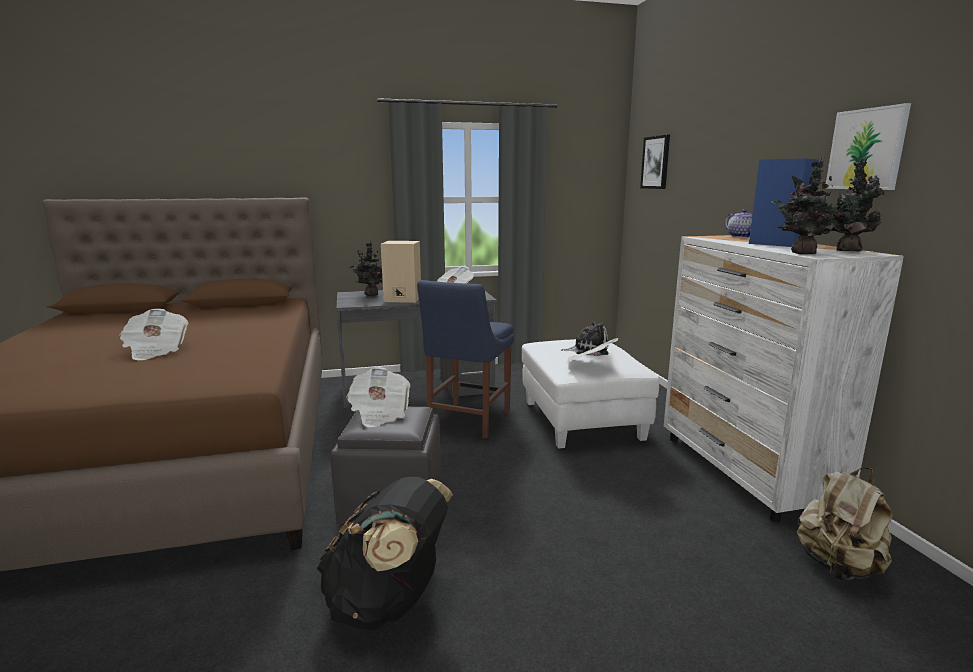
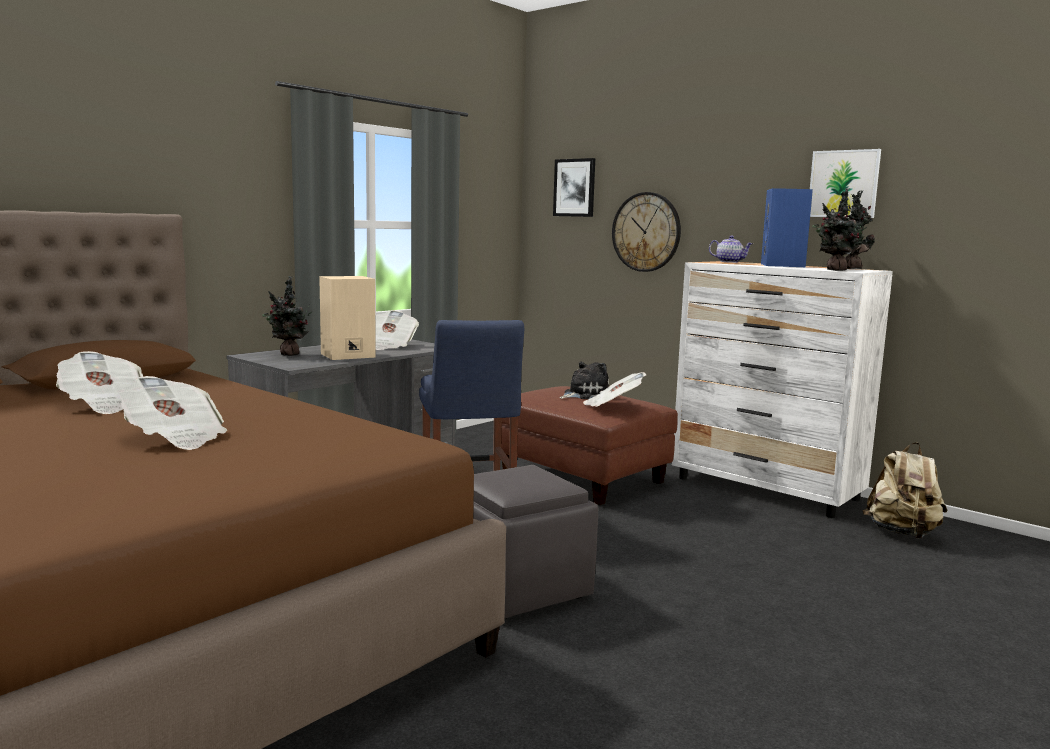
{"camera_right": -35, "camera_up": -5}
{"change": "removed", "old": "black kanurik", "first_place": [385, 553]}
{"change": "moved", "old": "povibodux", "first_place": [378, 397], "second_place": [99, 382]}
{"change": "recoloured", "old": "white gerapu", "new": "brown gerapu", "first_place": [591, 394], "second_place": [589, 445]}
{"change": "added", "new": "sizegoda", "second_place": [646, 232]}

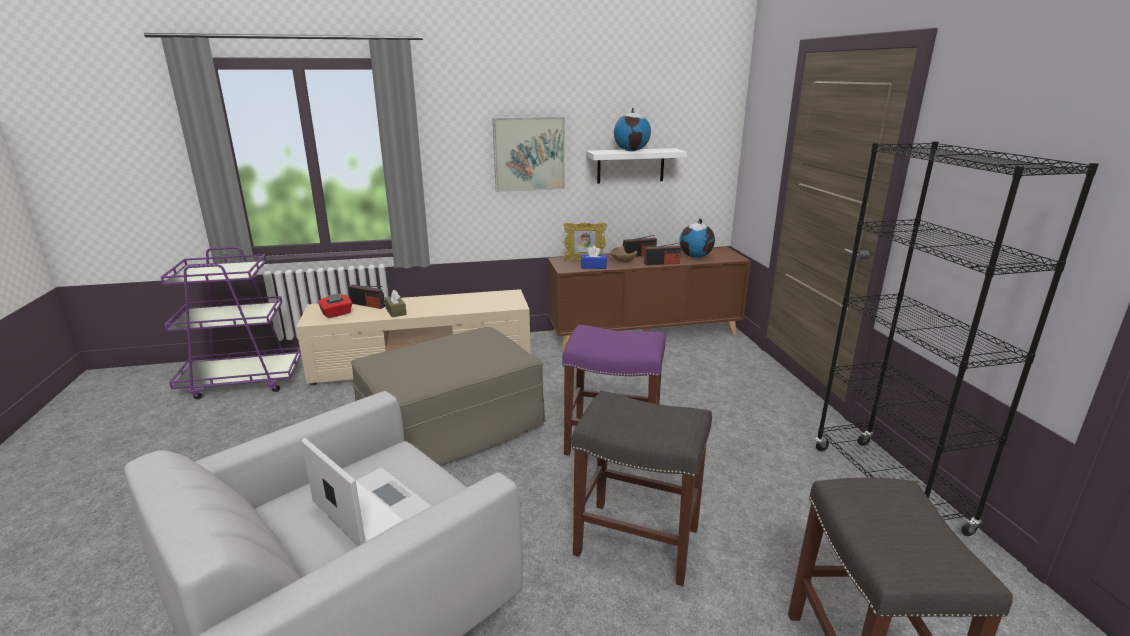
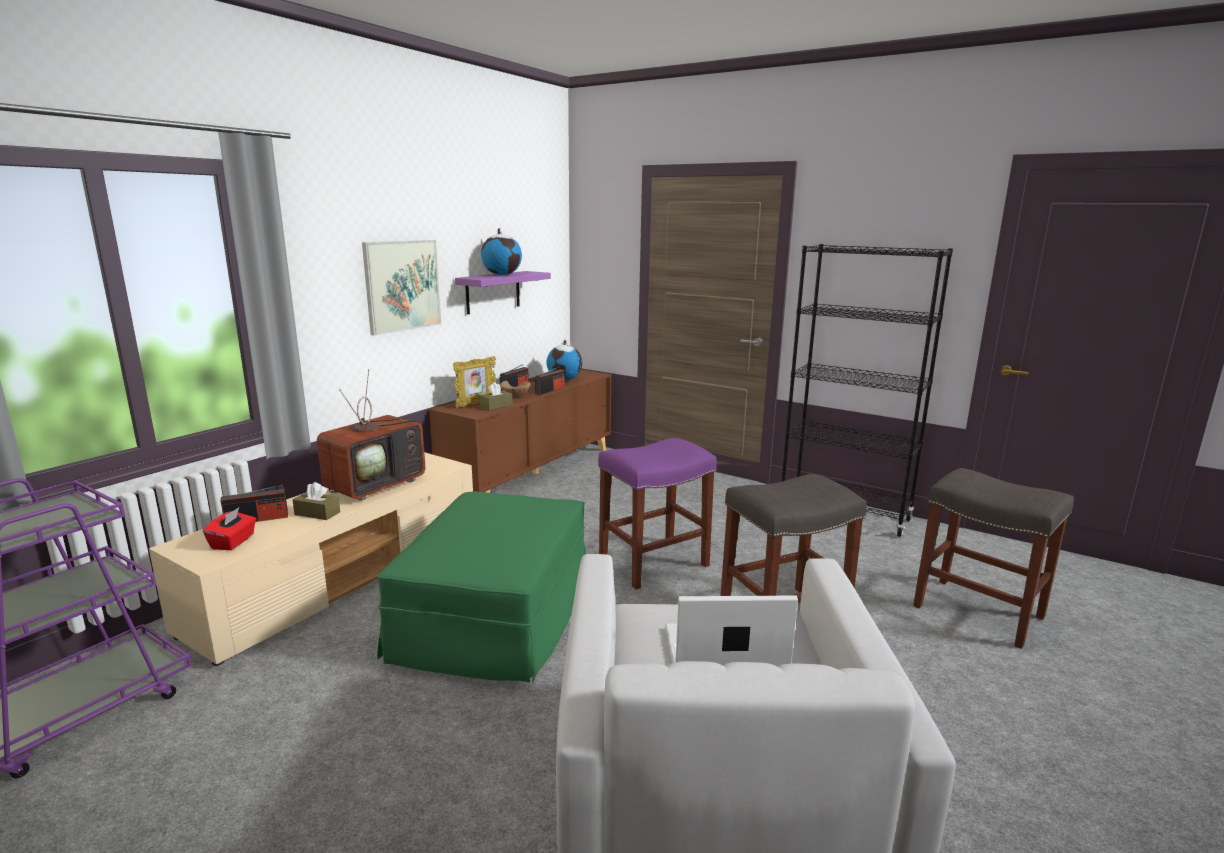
{"camera_right": -45, "camera_up": -5}
{"change": "recoloured", "old": "beige gerapu", "new": "green gerapu", "first_place": [448, 396], "second_place": [481, 586]}
{"change": "recoloured", "old": "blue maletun", "new": "brown maletun", "first_place": [594, 257], "second_place": [496, 396]}
{"change": "recoloured", "old": "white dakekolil", "new": "purple dakekolil", "first_place": [636, 166], "second_place": [503, 293]}
{"change": "added", "new": "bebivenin", "second_place": [371, 435]}

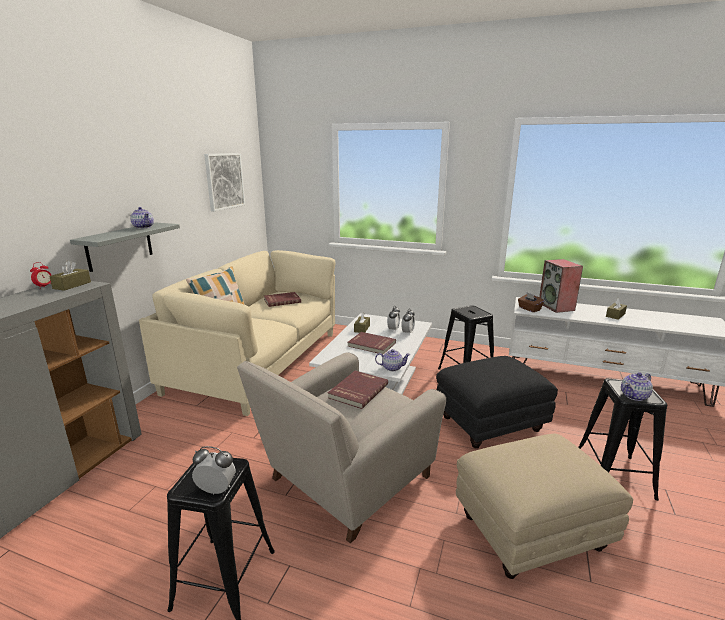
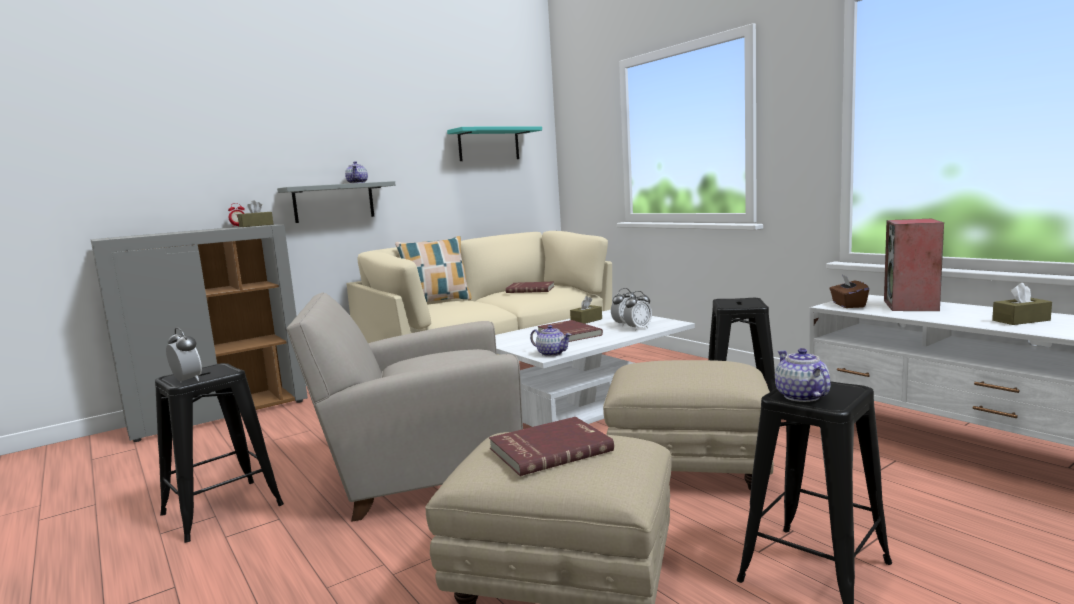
{"camera_right": 35, "camera_up": -10}
{"change": "replaced", "old": "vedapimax", "new": "turquoise dakekolil", "first_place": [224, 182], "second_place": [494, 143]}
{"change": "moved", "old": "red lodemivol", "first_place": [358, 390], "second_place": [551, 446]}
{"change": "recoloured", "old": "black gerapu", "new": "beige gerapu", "first_place": [497, 402], "second_place": [688, 425]}
{"change": "turned", "old": "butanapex", "first_place": [637, 386], "second_place": [802, 375], "degrees": 75}

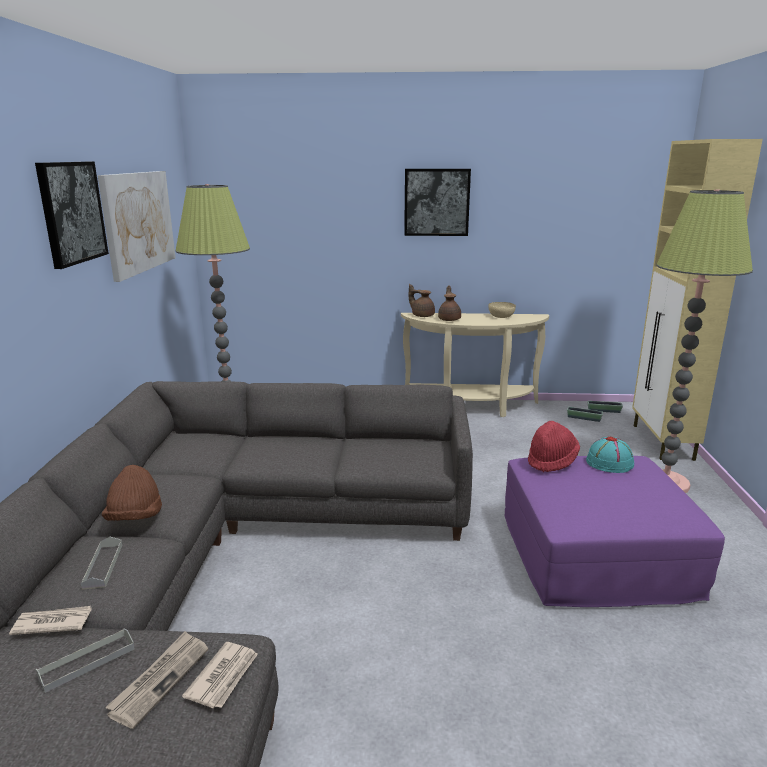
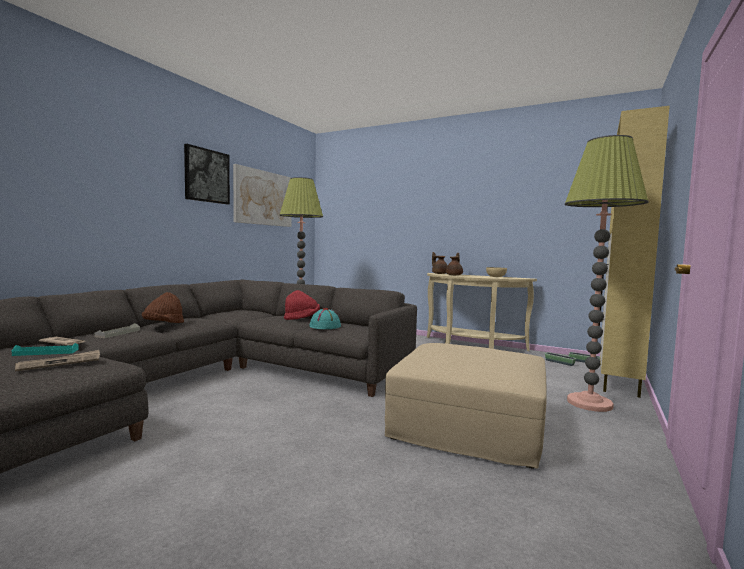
{"camera_right": 25, "camera_up": -15}
{"change": "recoloured", "old": "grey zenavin", "new": "turquoise zenavin", "first_place": [85, 660], "second_place": [45, 349]}
{"change": "removed", "old": "povibodux", "first_place": [220, 675]}
{"change": "removed", "old": "vedapimax", "first_place": [437, 202]}
{"change": "recoloured", "old": "purple gerapu", "new": "beige gerapu", "first_place": [614, 531], "second_place": [466, 406]}
{"change": "moved", "old": "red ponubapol", "first_place": [554, 446], "second_place": [302, 305]}
{"change": "moved", "old": "turquoise ponubapol", "first_place": [610, 454], "second_place": [325, 318]}

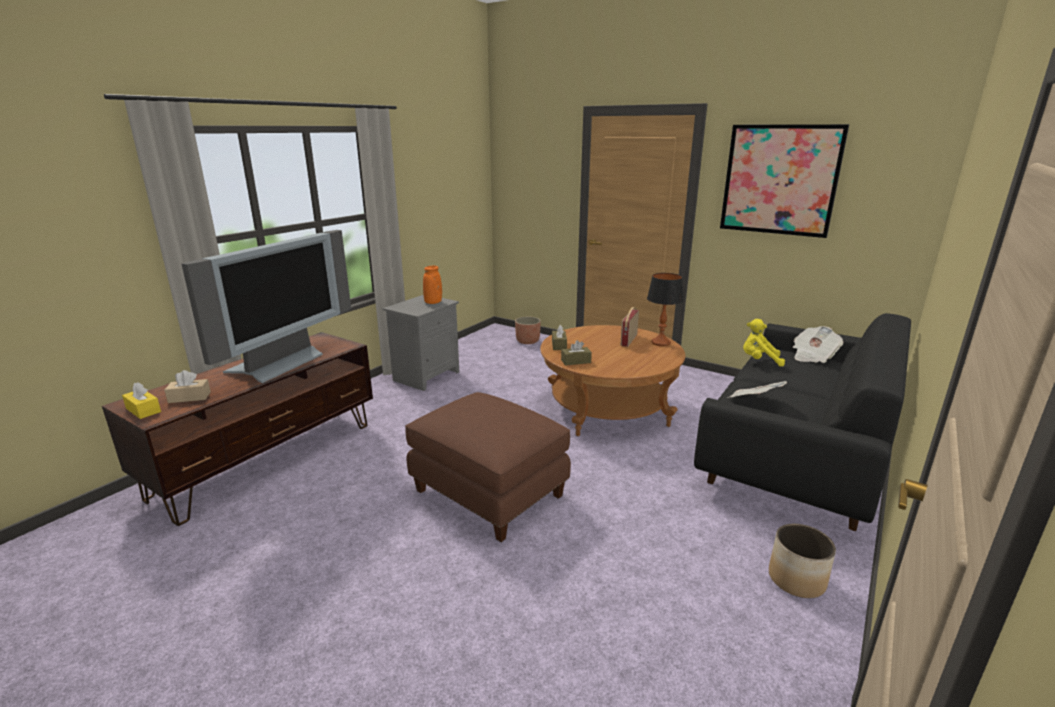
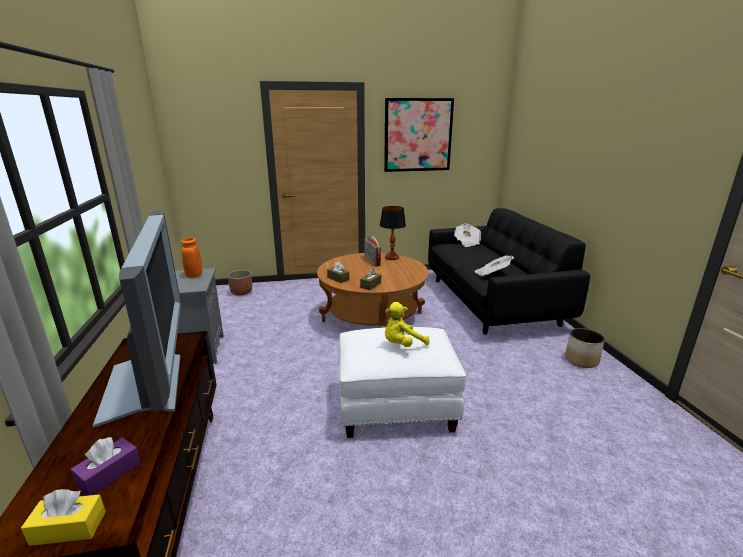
{"camera_right": -45, "camera_up": 0}
{"change": "recoloured", "old": "beige maletun", "new": "purple maletun", "first_place": [187, 386], "second_place": [105, 466]}
{"change": "recoloured", "old": "brown gerapu", "new": "white gerapu", "first_place": [488, 467], "second_place": [402, 382]}
{"change": "moved", "old": "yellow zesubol", "first_place": [764, 343], "second_place": [407, 324]}

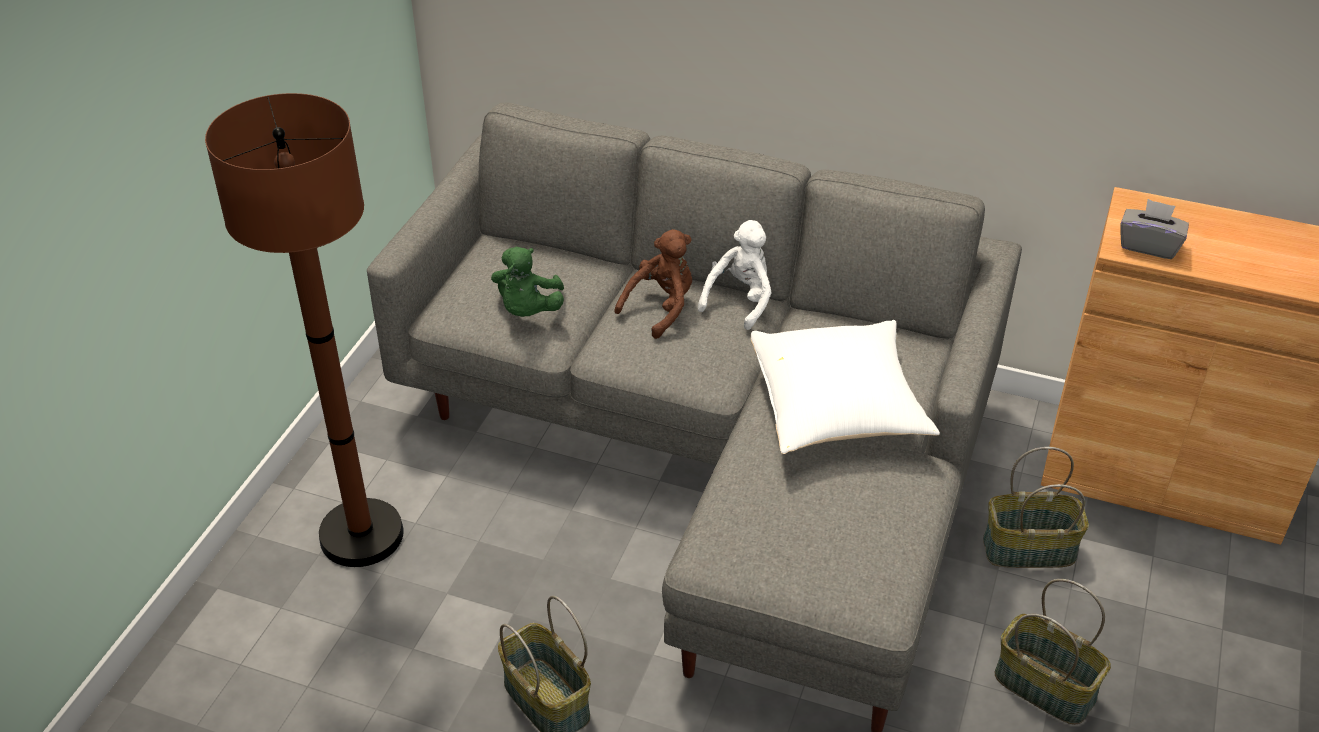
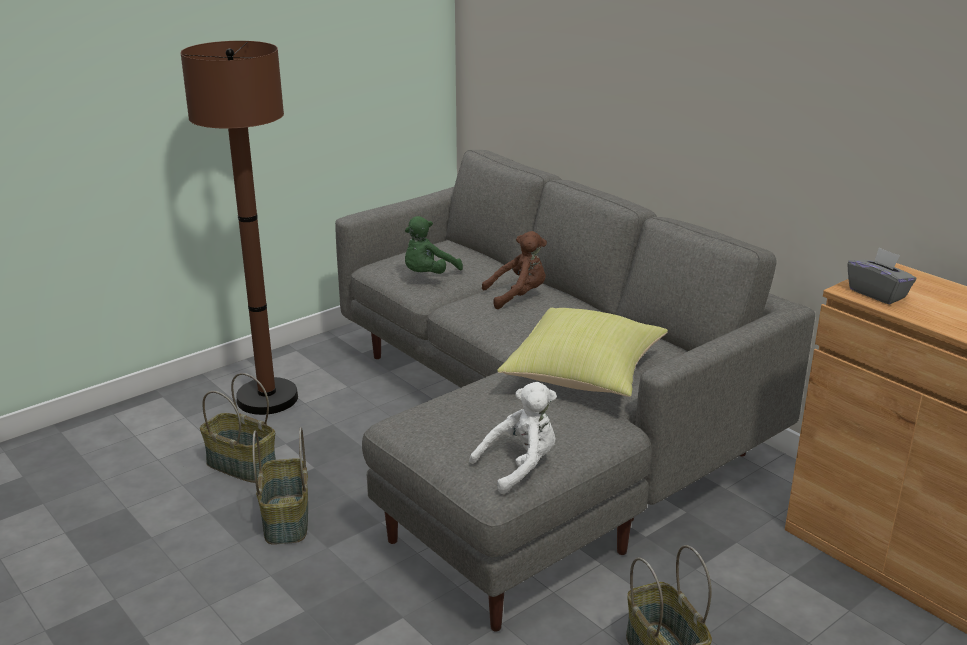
{"camera_right": 30, "camera_up": -15}
{"change": "moved", "old": "white zesubol", "first_place": [735, 275], "second_place": [513, 438]}
{"change": "recoloured", "old": "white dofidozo", "new": "yellow dofidozo", "first_place": [845, 387], "second_place": [582, 352]}
{"change": "moved", "old": "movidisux", "first_place": [1036, 507], "second_place": [238, 428]}

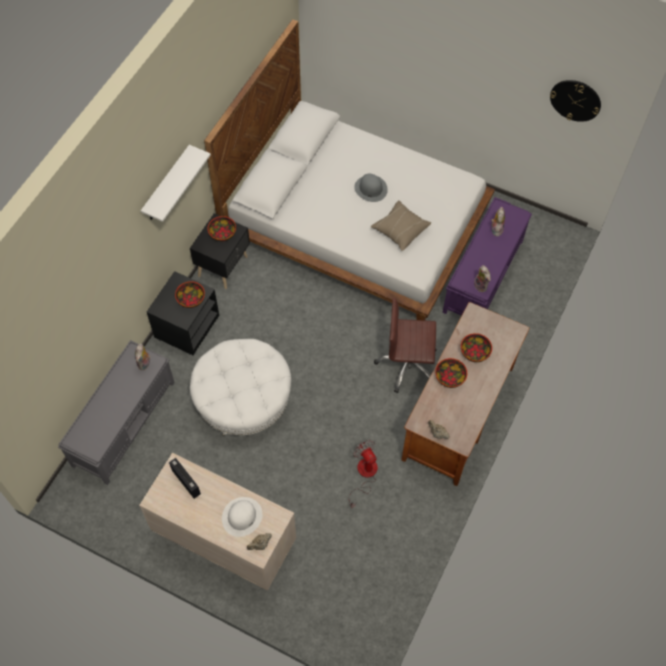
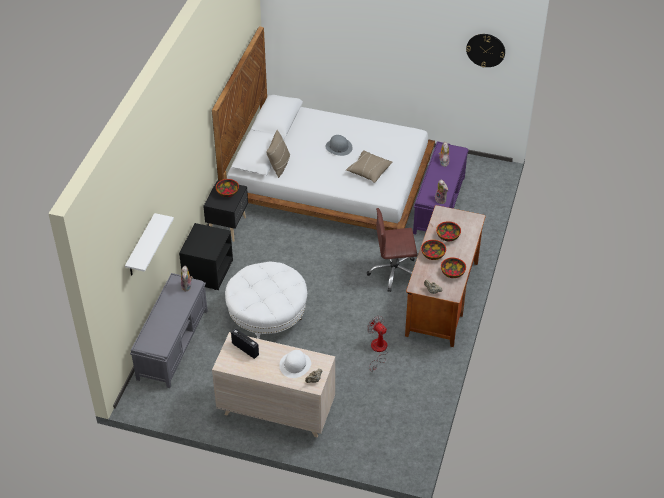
{"camera_right": -10, "camera_up": -15}
{"change": "moved", "old": "white dakekolil", "first_place": [176, 183], "second_place": [149, 244]}
{"change": "moved", "old": "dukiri", "first_place": [190, 294], "second_place": [453, 267]}
{"change": "added", "new": "beige dofidozo", "second_place": [278, 154]}

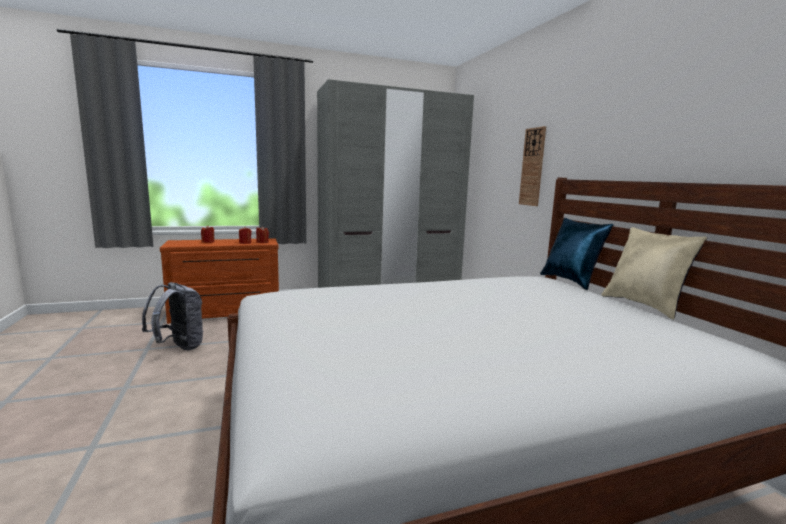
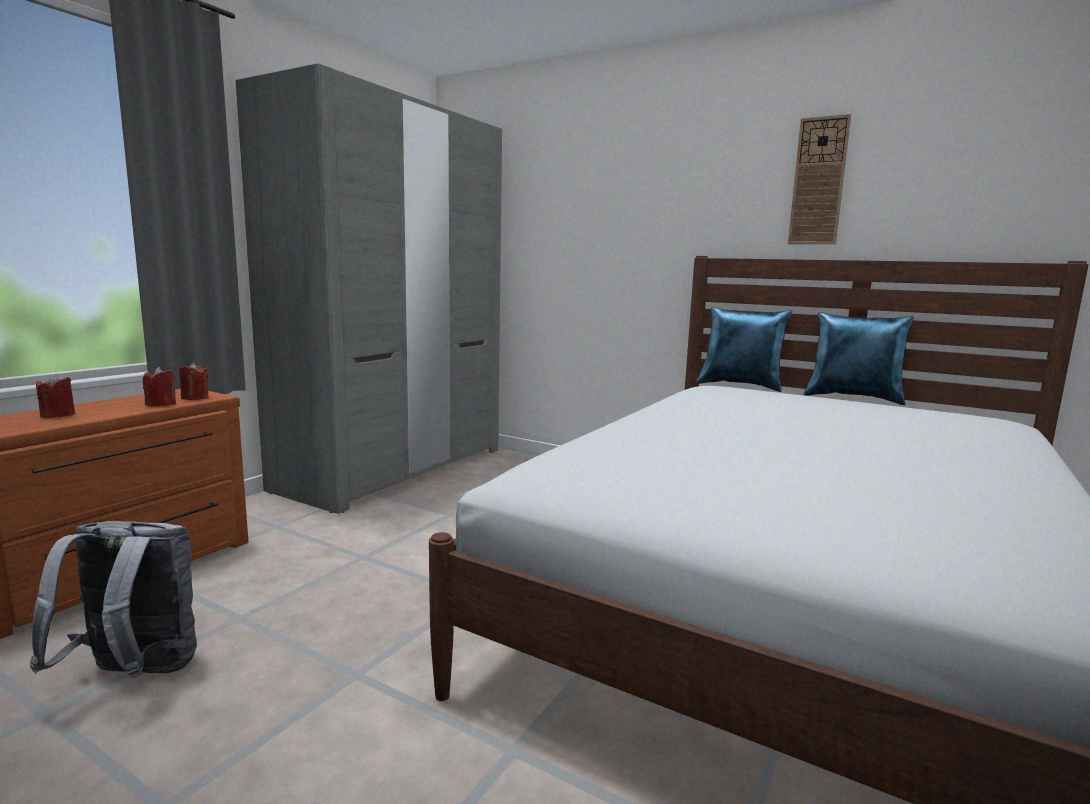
{"camera_right": -40, "camera_up": 0}
{"change": "moved", "old": "sizegoda", "first_place": [532, 166], "second_place": [819, 179]}
{"change": "recoloured", "old": "beige dofidozo", "new": "blue dofidozo", "first_place": [654, 273], "second_place": [859, 358]}

